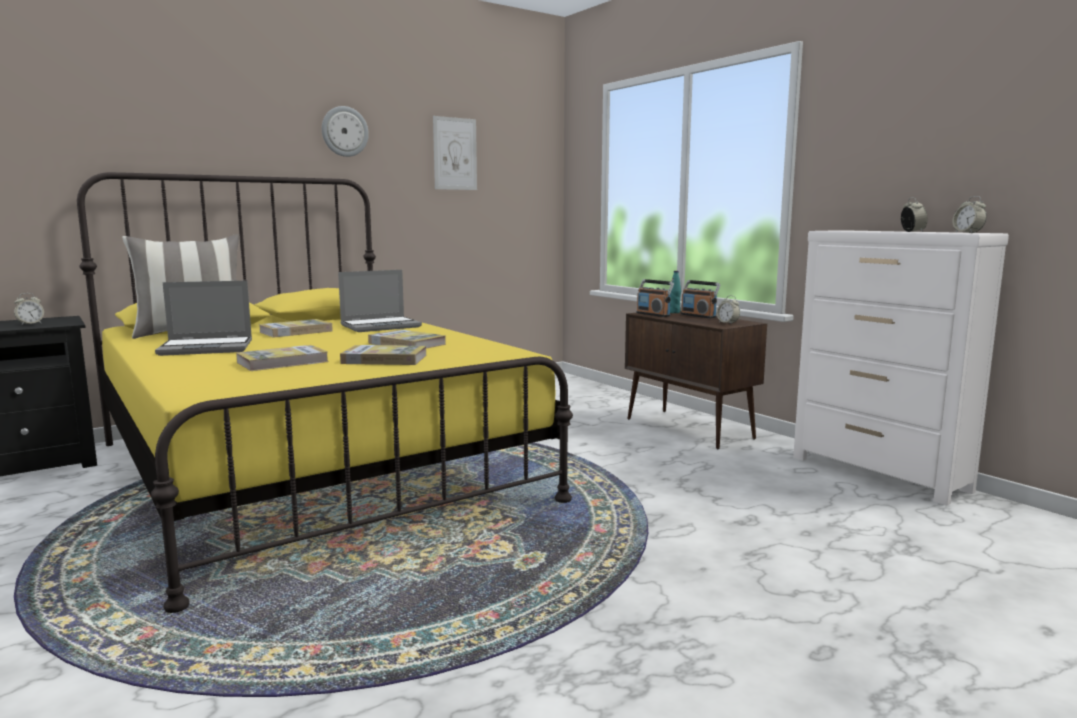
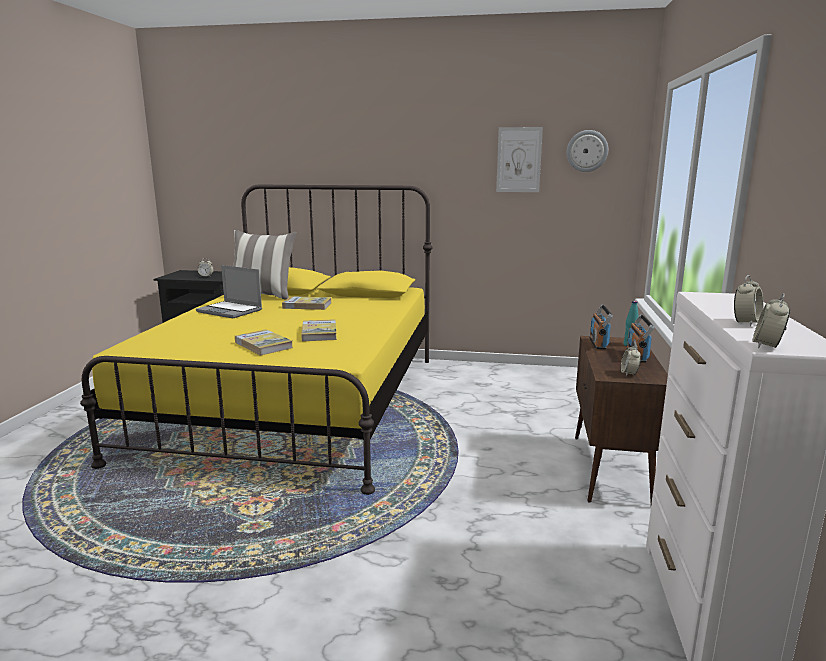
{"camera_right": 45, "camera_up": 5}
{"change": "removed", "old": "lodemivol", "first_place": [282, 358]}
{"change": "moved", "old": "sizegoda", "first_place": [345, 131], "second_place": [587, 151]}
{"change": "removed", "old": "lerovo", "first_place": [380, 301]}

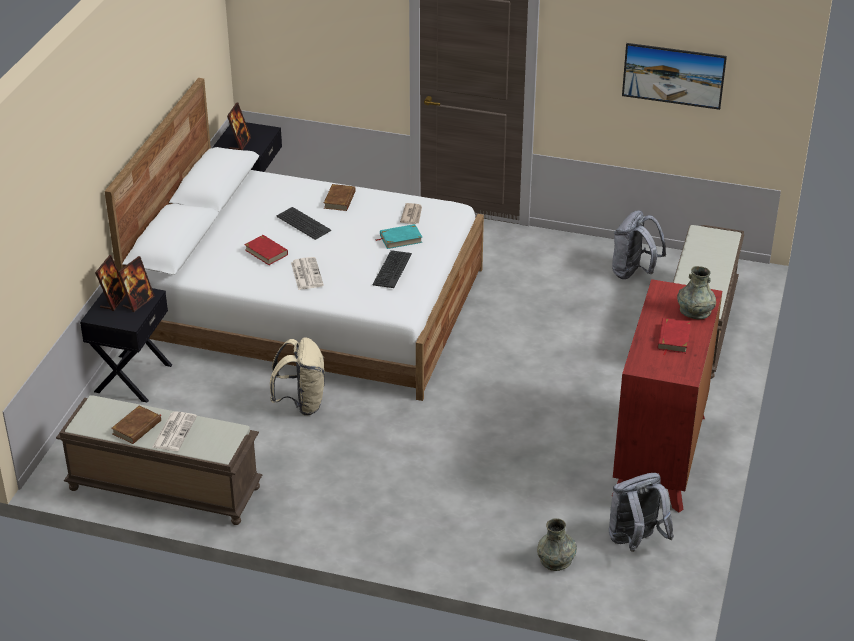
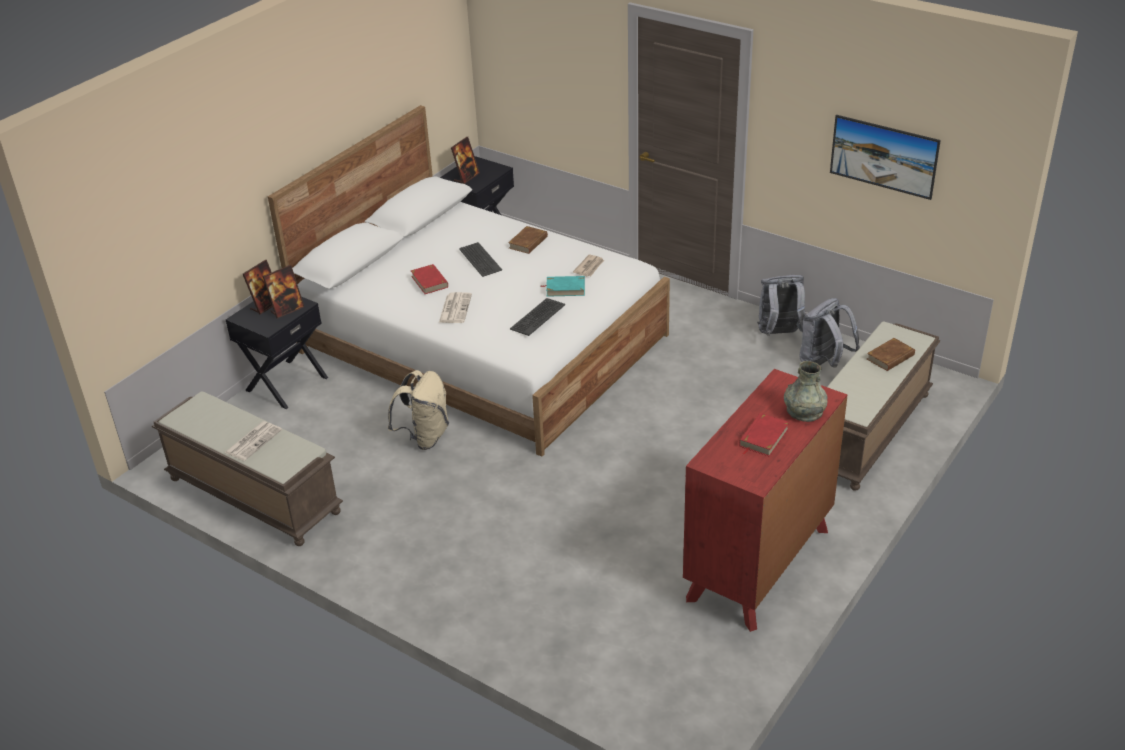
{"camera_right": 20, "camera_up": 0}
{"change": "moved", "old": "brown lodemivol", "first_place": [136, 424], "second_place": [891, 354]}
{"change": "removed", "old": "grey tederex", "first_place": [557, 544]}
{"change": "moved", "old": "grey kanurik", "first_place": [641, 512], "second_place": [781, 305]}

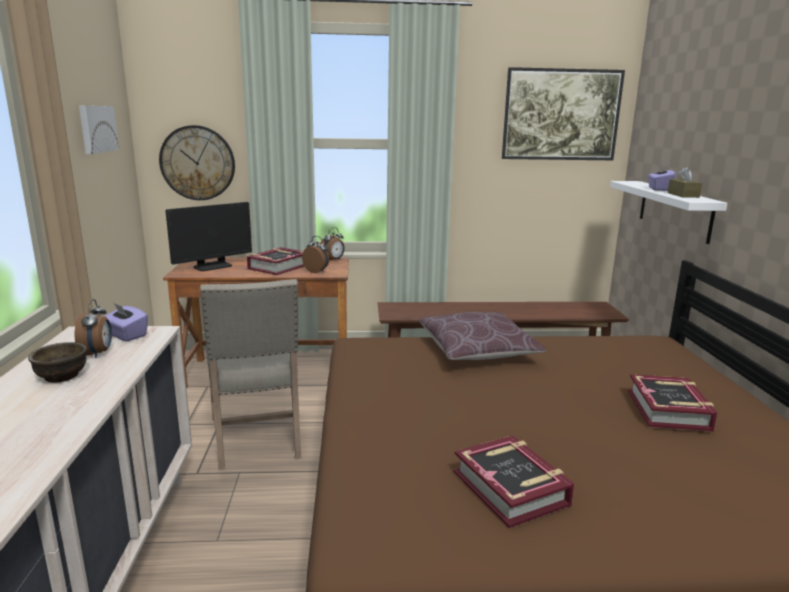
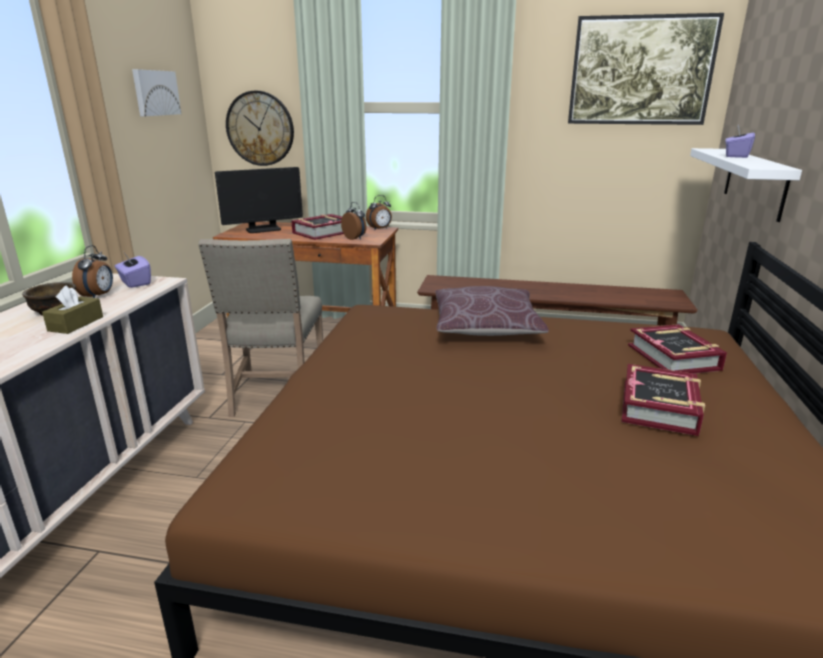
{"camera_right": 15, "camera_up": 5}
{"change": "moved", "old": "lodemivol", "first_place": [514, 481], "second_place": [677, 349]}
{"change": "moved", "old": "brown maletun", "first_place": [684, 182], "second_place": [72, 310]}

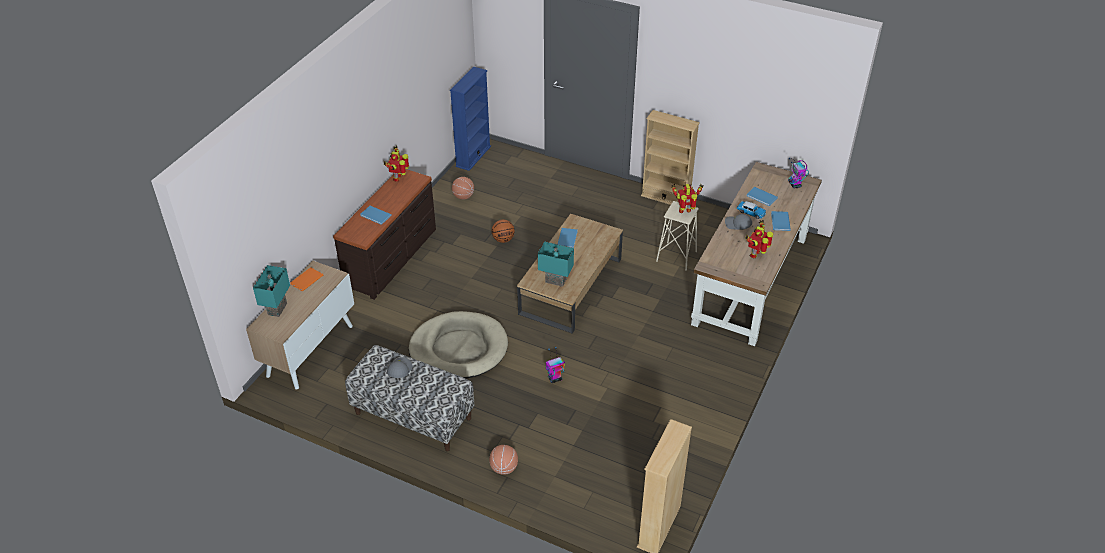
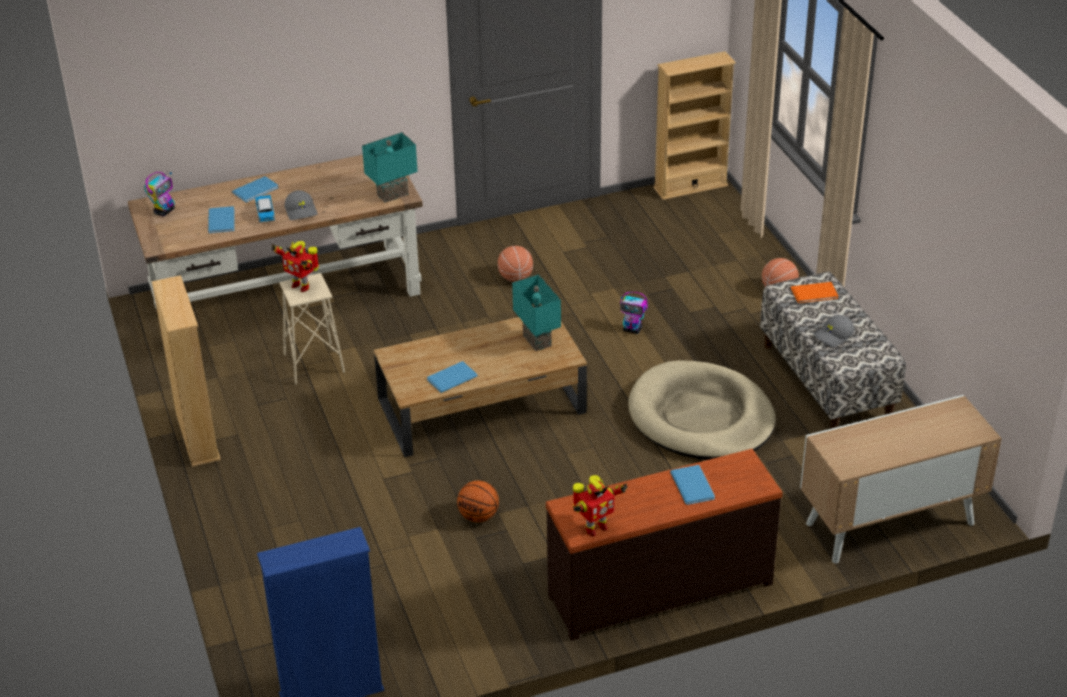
{"camera_right": -135, "camera_up": -5}
{"change": "moved", "old": "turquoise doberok", "first_place": [271, 291], "second_place": [390, 167]}
{"change": "moved", "old": "orange lodemivol", "first_place": [306, 279], "second_place": [814, 292]}
{"change": "moved", "old": "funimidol", "first_place": [463, 188], "second_place": [515, 264]}
{"change": "removed", "old": "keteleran", "first_place": [759, 239]}

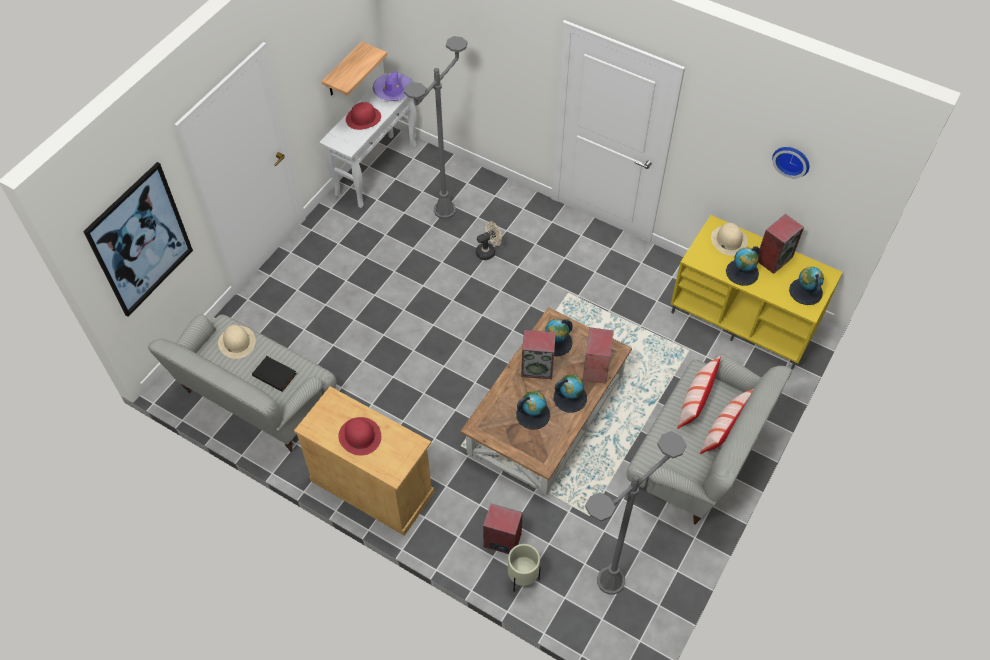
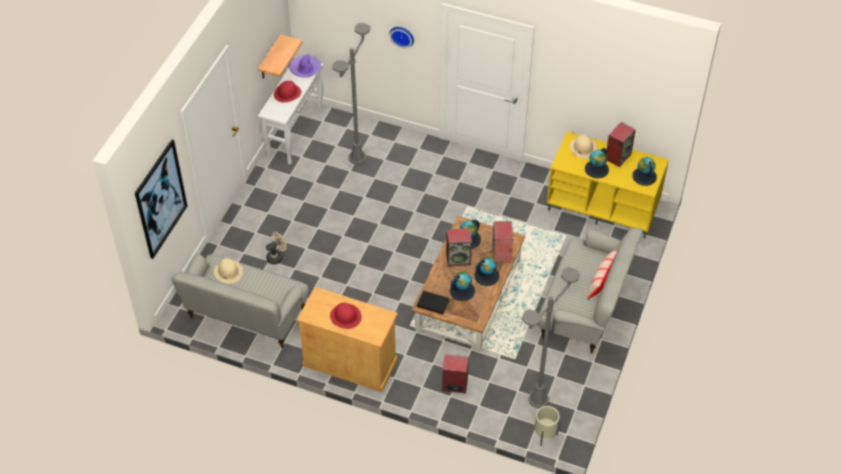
{"camera_right": -10, "camera_up": -5}
{"change": "moved", "old": "black lodemivol", "first_place": [274, 374], "second_place": [433, 302]}
{"change": "moved", "old": "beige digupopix", "first_place": [489, 240], "second_place": [276, 248]}
{"change": "moved", "old": "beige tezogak", "first_place": [524, 568], "second_place": [547, 426]}
{"change": "removed", "old": "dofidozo", "first_place": [699, 392]}
{"change": "moved", "old": "sizegoda", "first_place": [790, 162], "second_place": [401, 37]}

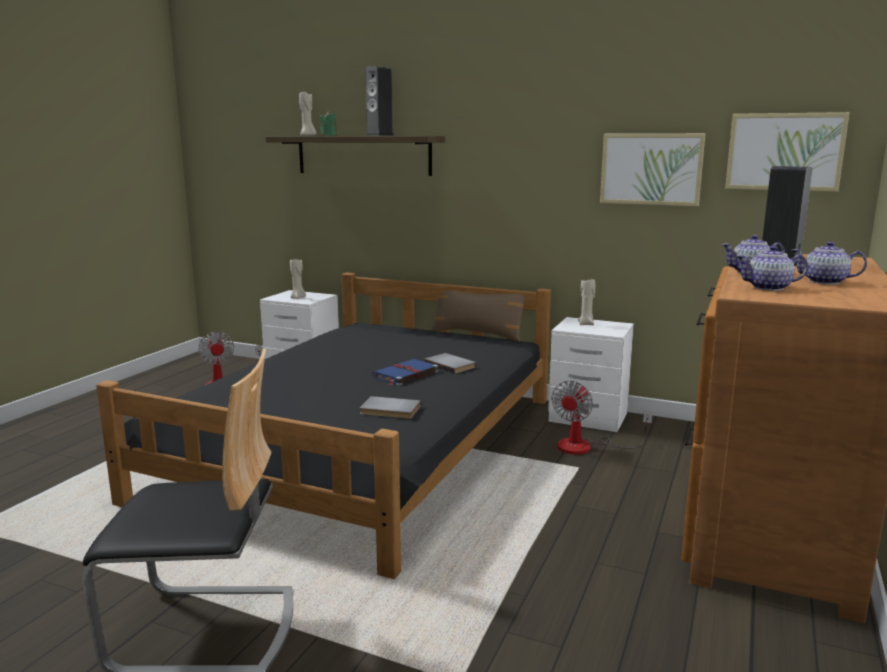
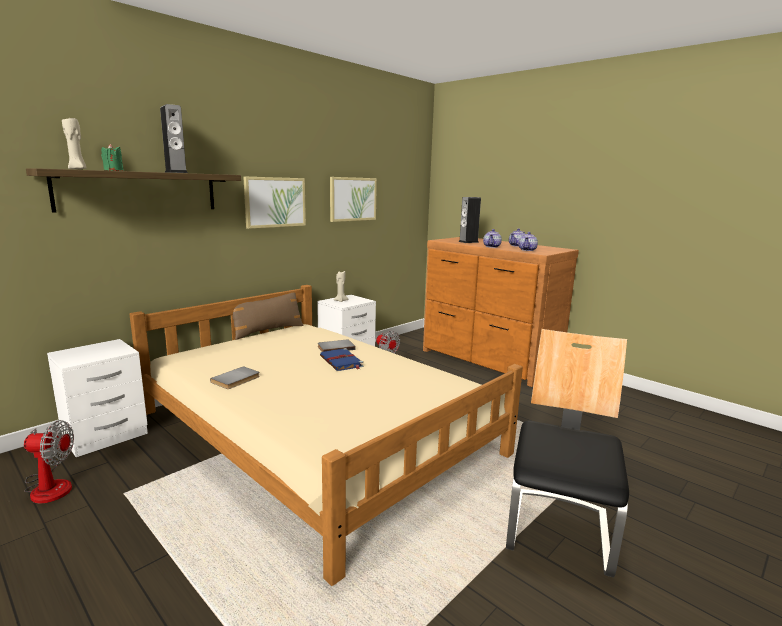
{"camera_right": -70, "camera_up": 0}
{"change": "recoloured", "old": "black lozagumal", "new": "beige lozagumal", "first_place": [323, 425], "second_place": [326, 435]}
{"change": "removed", "old": "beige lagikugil", "first_place": [298, 279]}
{"change": "moved", "old": "grey lodemivol", "first_place": [390, 407], "second_place": [235, 377]}
{"change": "moved", "old": "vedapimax", "first_place": [787, 152], "second_place": [274, 203]}

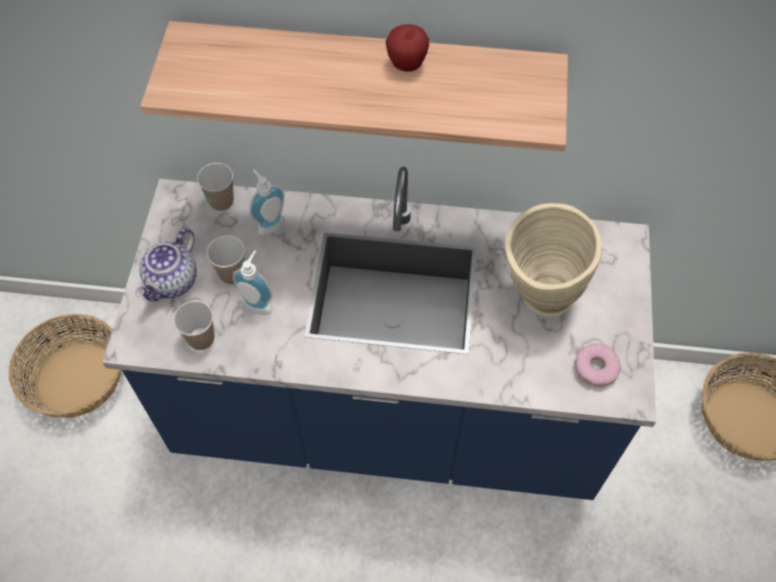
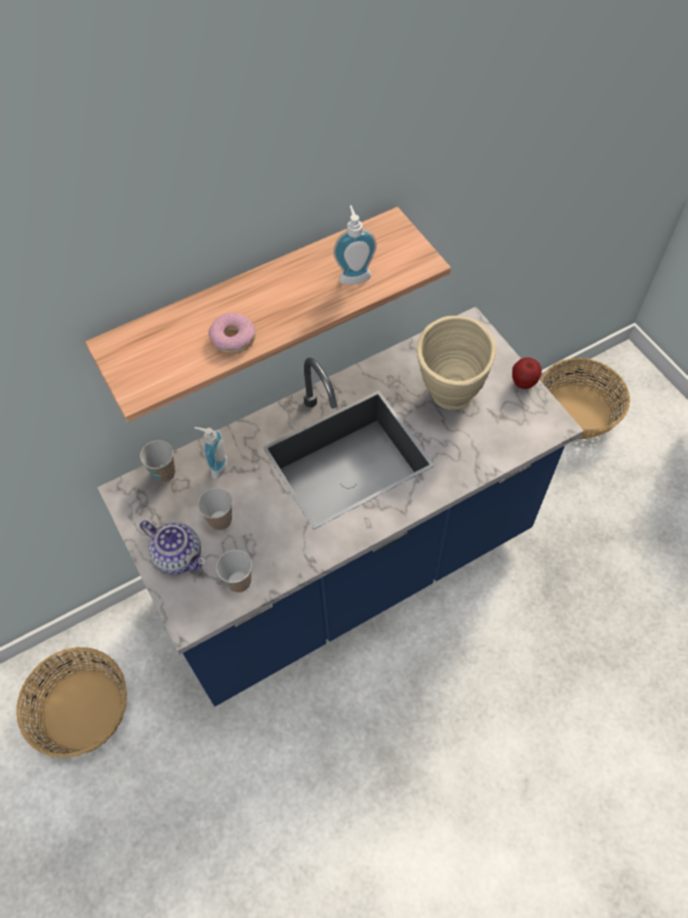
{"camera_right": -35, "camera_up": 0}
{"change": "turned", "old": "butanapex", "first_place": [166, 264], "second_place": [173, 547], "degrees": -45}
{"change": "moved", "old": "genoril", "first_place": [253, 283], "second_place": [355, 245]}
{"change": "moved", "old": "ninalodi", "first_place": [407, 48], "second_place": [527, 373]}
{"change": "moved", "old": "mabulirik", "first_place": [598, 365], "second_place": [232, 333]}

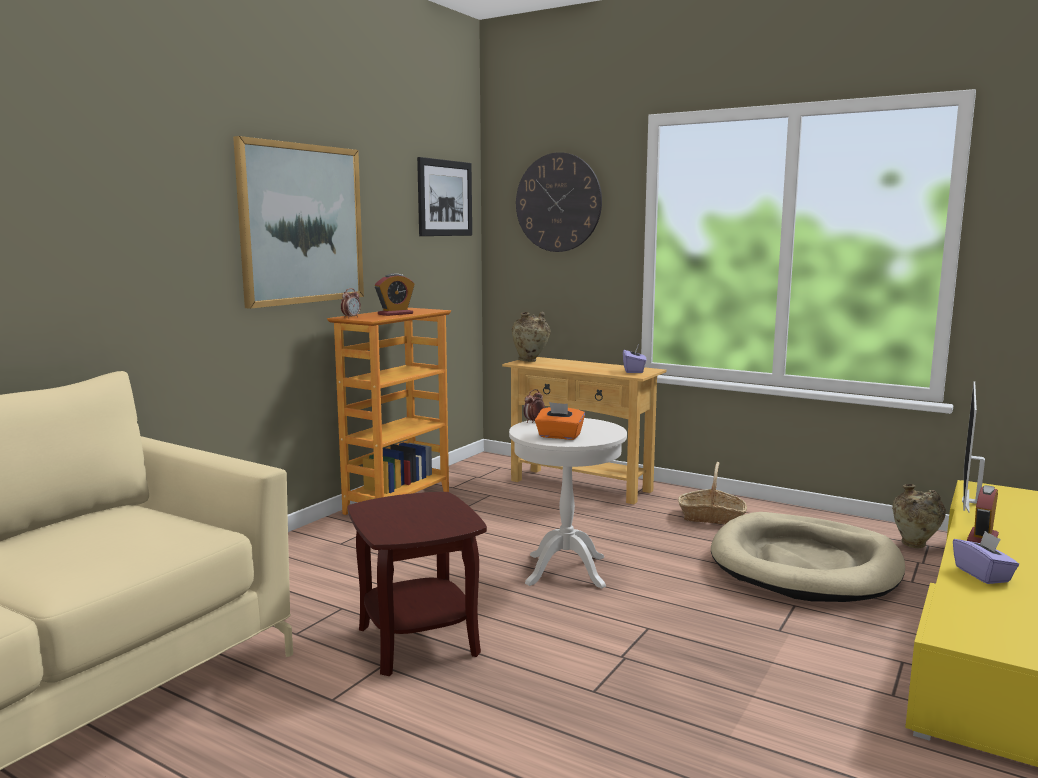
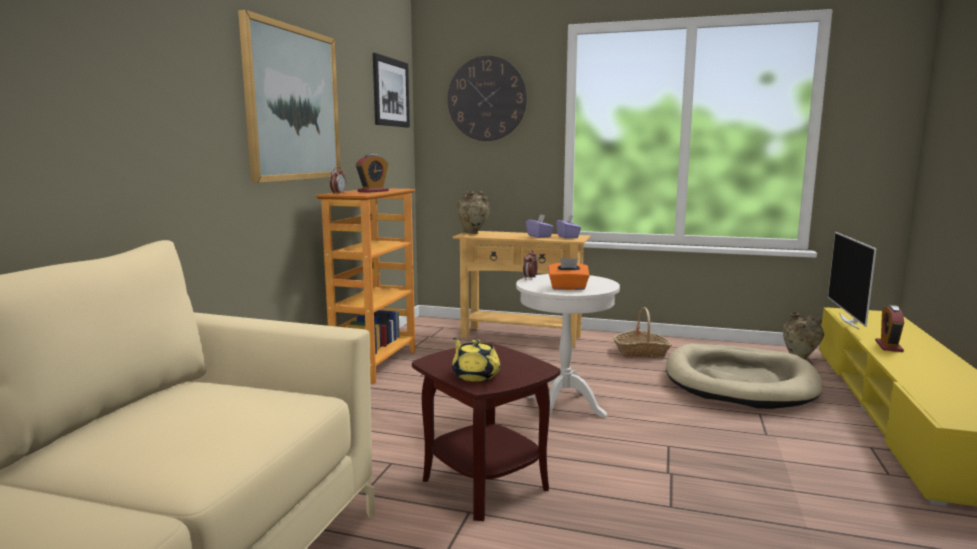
{"camera_right": -15, "camera_up": 0}
{"change": "moved", "old": "purple maletun", "first_place": [986, 557], "second_place": [540, 226]}
{"change": "added", "new": "yellow butanapex", "second_place": [476, 360]}

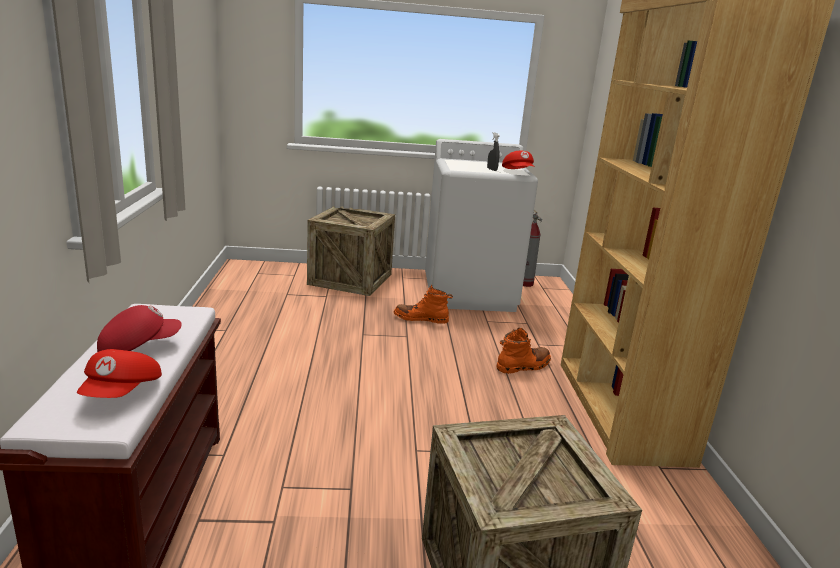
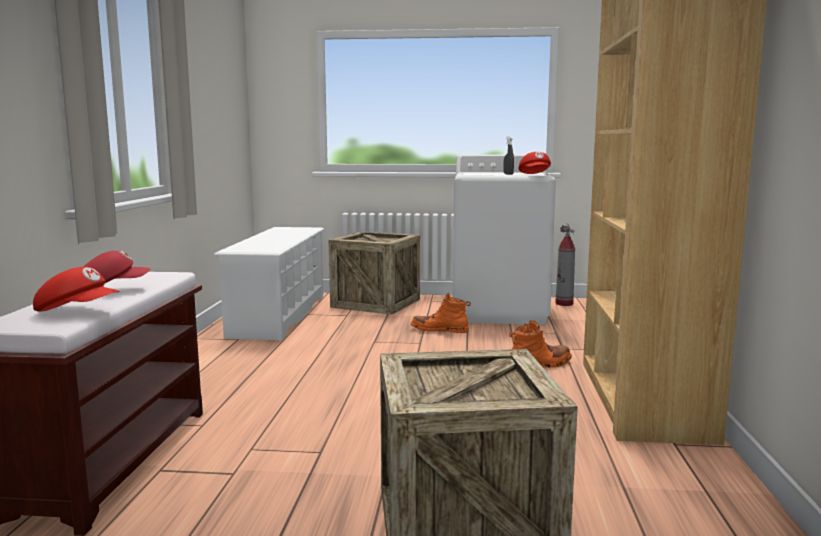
{"camera_right": 10, "camera_up": -10}
{"change": "turned", "old": "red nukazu", "first_place": [119, 373], "second_place": [76, 289], "degrees": -90}
{"change": "added", "new": "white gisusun", "second_place": [269, 284]}

